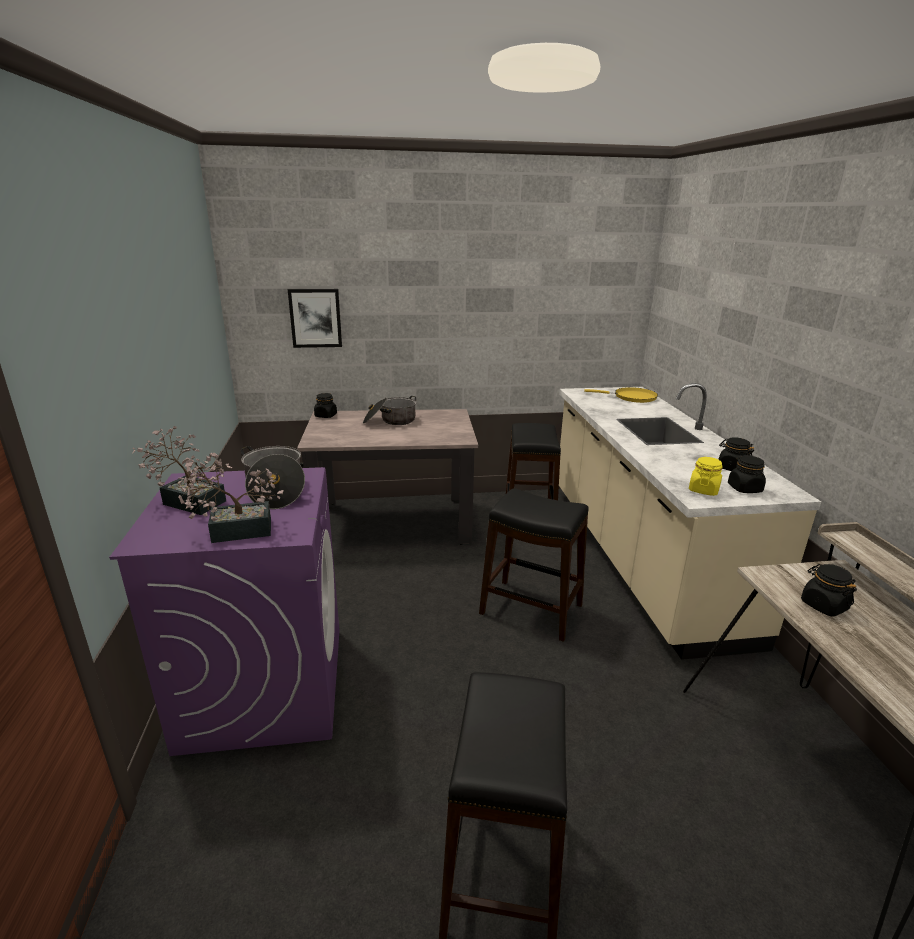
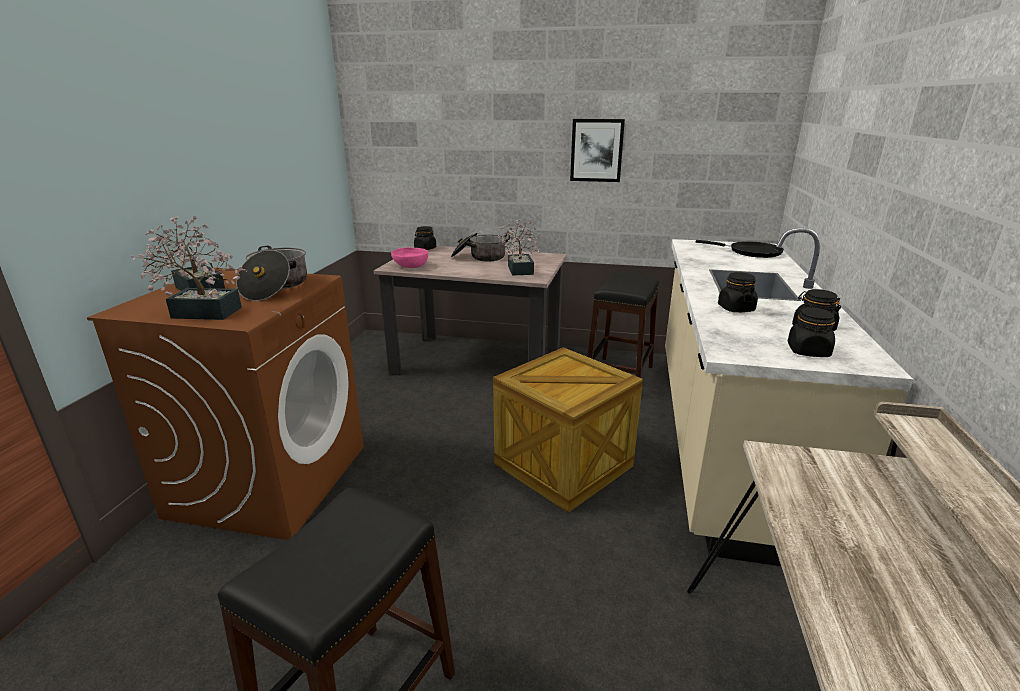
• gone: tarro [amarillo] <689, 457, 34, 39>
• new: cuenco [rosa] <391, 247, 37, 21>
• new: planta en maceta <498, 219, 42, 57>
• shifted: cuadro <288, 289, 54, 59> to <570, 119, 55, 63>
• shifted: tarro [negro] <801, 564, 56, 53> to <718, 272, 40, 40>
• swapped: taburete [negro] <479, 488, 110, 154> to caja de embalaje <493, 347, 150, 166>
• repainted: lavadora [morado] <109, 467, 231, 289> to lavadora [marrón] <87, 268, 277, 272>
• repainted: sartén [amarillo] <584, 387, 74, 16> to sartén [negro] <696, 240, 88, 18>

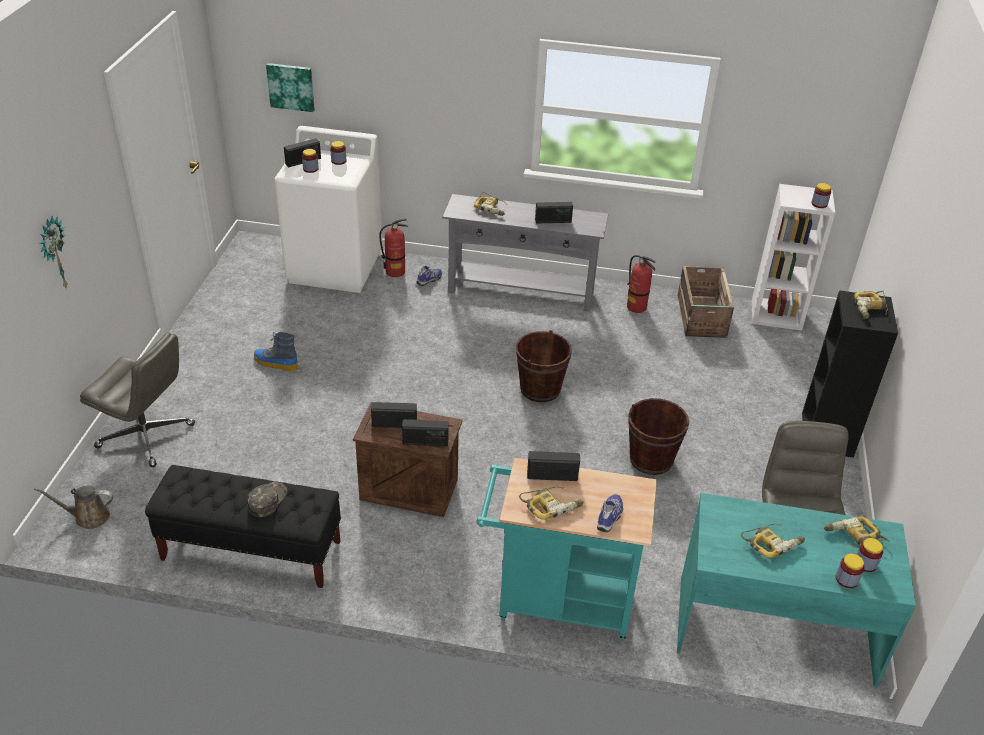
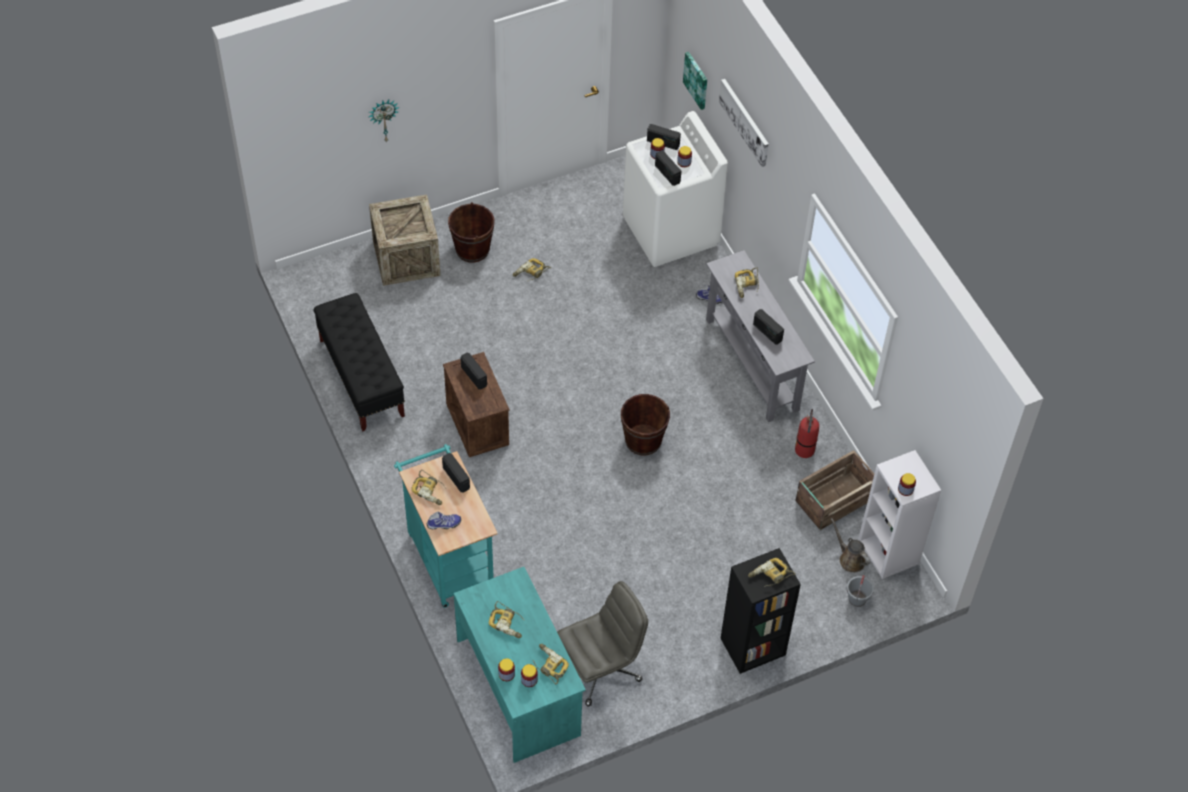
• gone: gorra [verde] <247, 482, 40, 35>
• gone: extintor <379, 218, 29, 59>
• new: cuadro <719, 79, 50, 88>
• new: cubo [gris] <847, 572, 27, 35>
• shifted: regadera [marrón] <34, 485, 79, 44> to <831, 518, 39, 55>
• shifted: radio <402, 419, 47, 27> to <655, 150, 26, 36>
• shifted: cubo [marrón] <628, 398, 61, 77> to <448, 202, 47, 61>
• swapped: silla de oficina [gris] <80, 332, 115, 135> to caja de embalaje <369, 195, 72, 91>
• swapped: bota <254, 332, 45, 40> to taladro <513, 258, 38, 23>

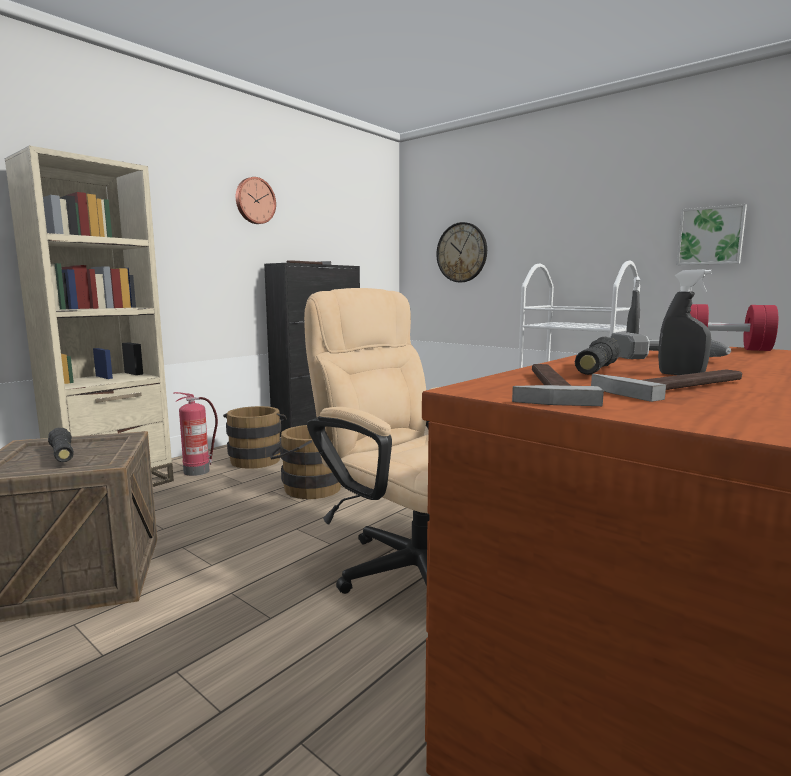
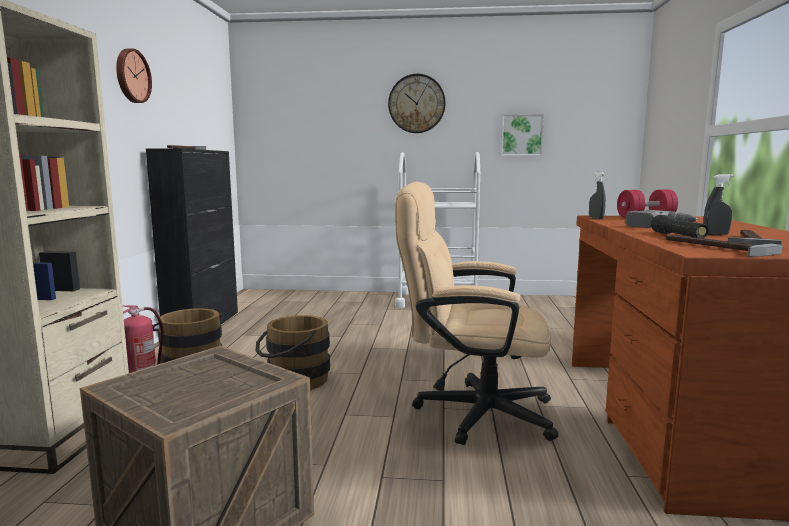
• gone: linterna [negro] <48, 428, 26, 34>
• shifted: reloj de pared <436, 222, 51, 60> to <388, 74, 58, 59>

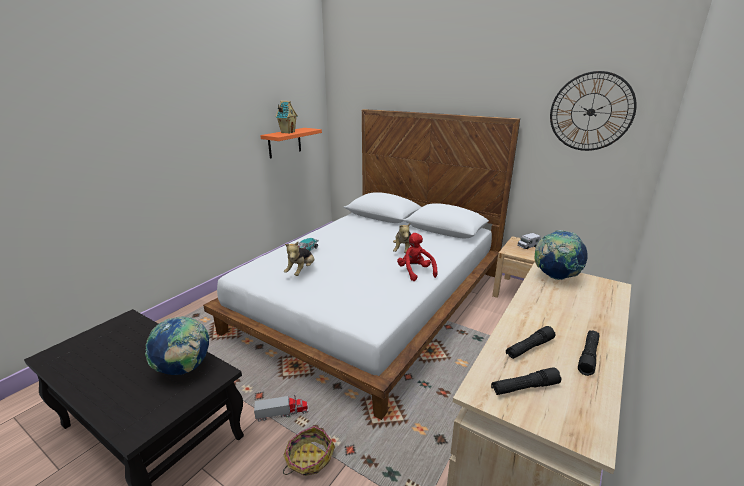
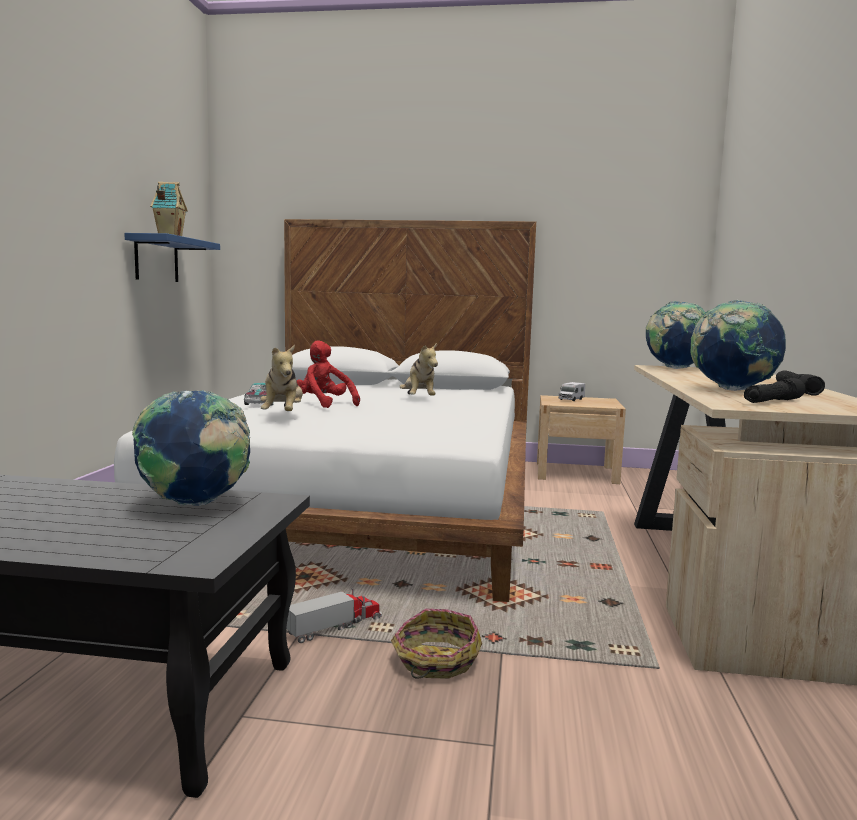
• gone: reloj de pared <550, 71, 87, 80>
• shifted: peluche [rojo] <397, 233, 41, 48> to <297, 340, 63, 68>
• swapped: linterna [negro] <506, 326, 50, 33> to globo terráqueo <690, 300, 96, 91>
• repainted: estante [naranja] <260, 128, 62, 31> to estante [azul] <124, 233, 96, 49>

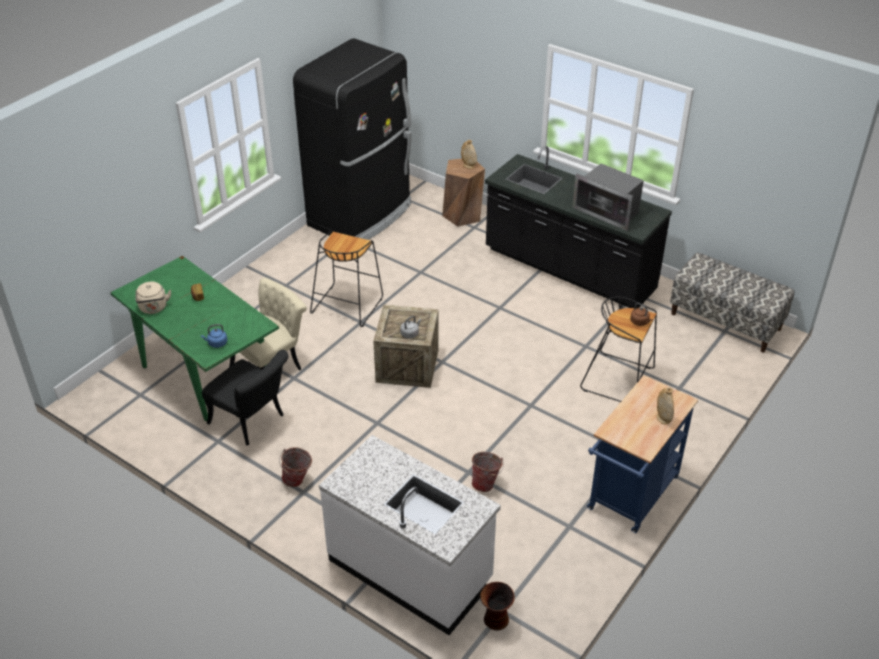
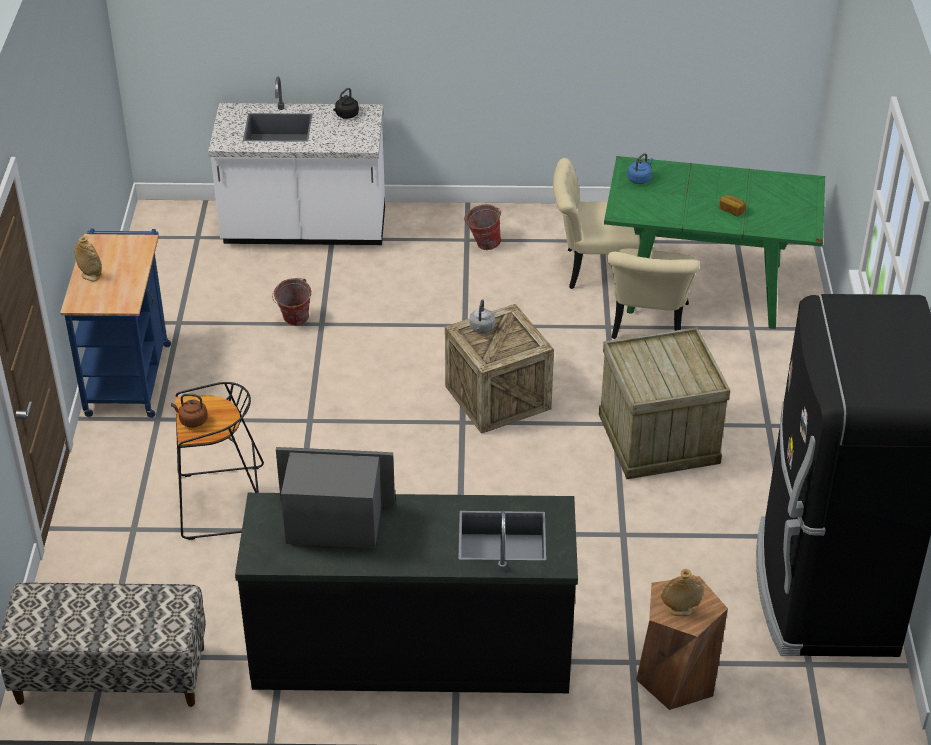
• gone: hervidor [beis] <136, 282, 35, 32>
• gone: florero <480, 582, 35, 49>
• new: hervidor [negro] <333, 88, 26, 31>
• swapped: taburete [negro] <310, 231, 73, 96> to caja de embalaje <599, 327, 131, 152>
• repainted: silla [negro] <202, 350, 86, 96> to silla [beis] <553, 158, 87, 131>

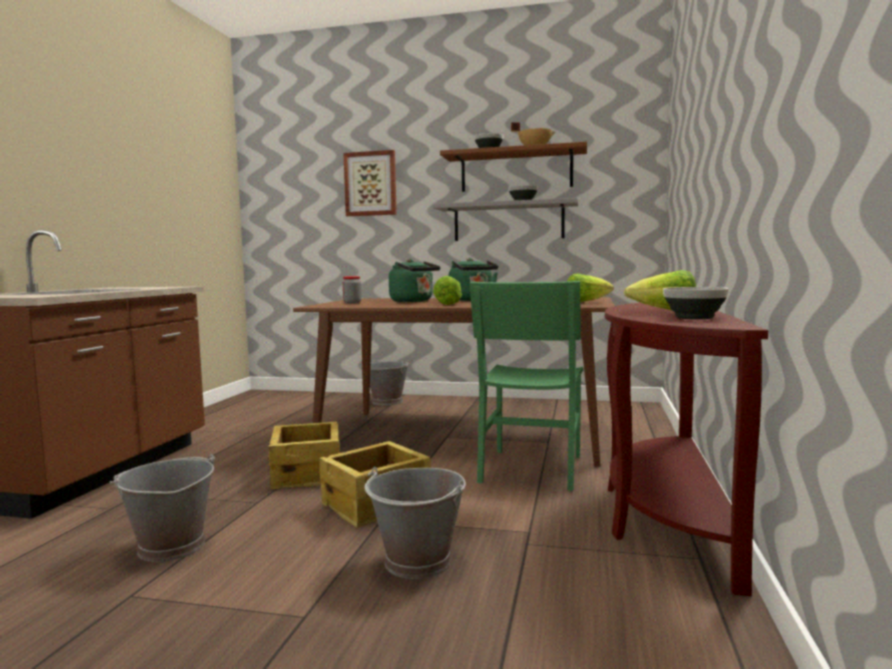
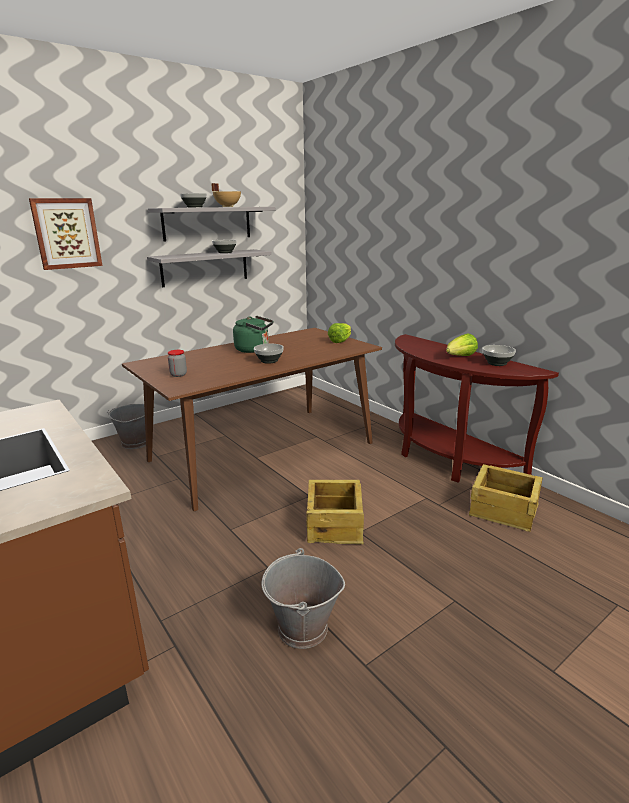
• gone: cubo [gris] <364, 467, 102, 112>
• gone: hervidor [verde] <389, 259, 51, 43>
• gone: silla [verde] <469, 281, 114, 210>
• shifted: caja de embalaje <268, 422, 72, 67> to <469, 464, 74, 68>
• swapped: lechuga <433, 276, 29, 29> to cuenco <254, 344, 30, 20>
• repainted: estante [marrón] <440, 142, 147, 50> to estante [gris] <148, 207, 127, 35>

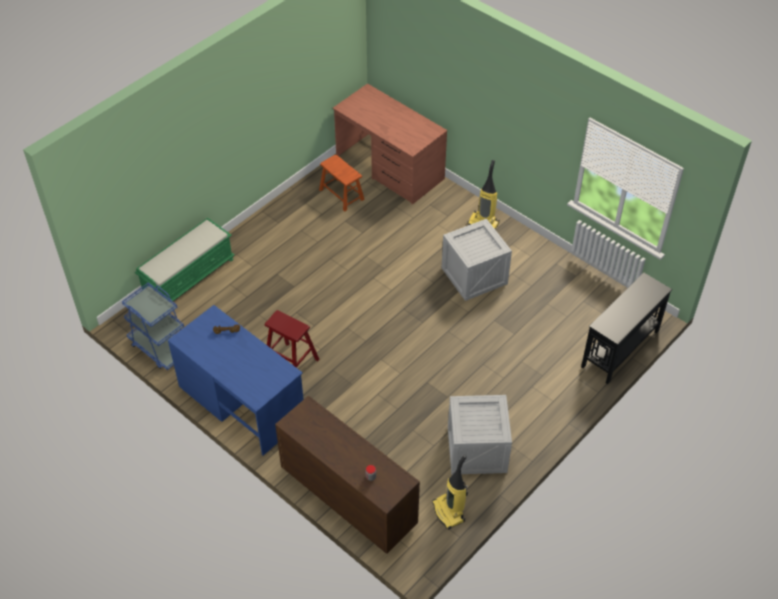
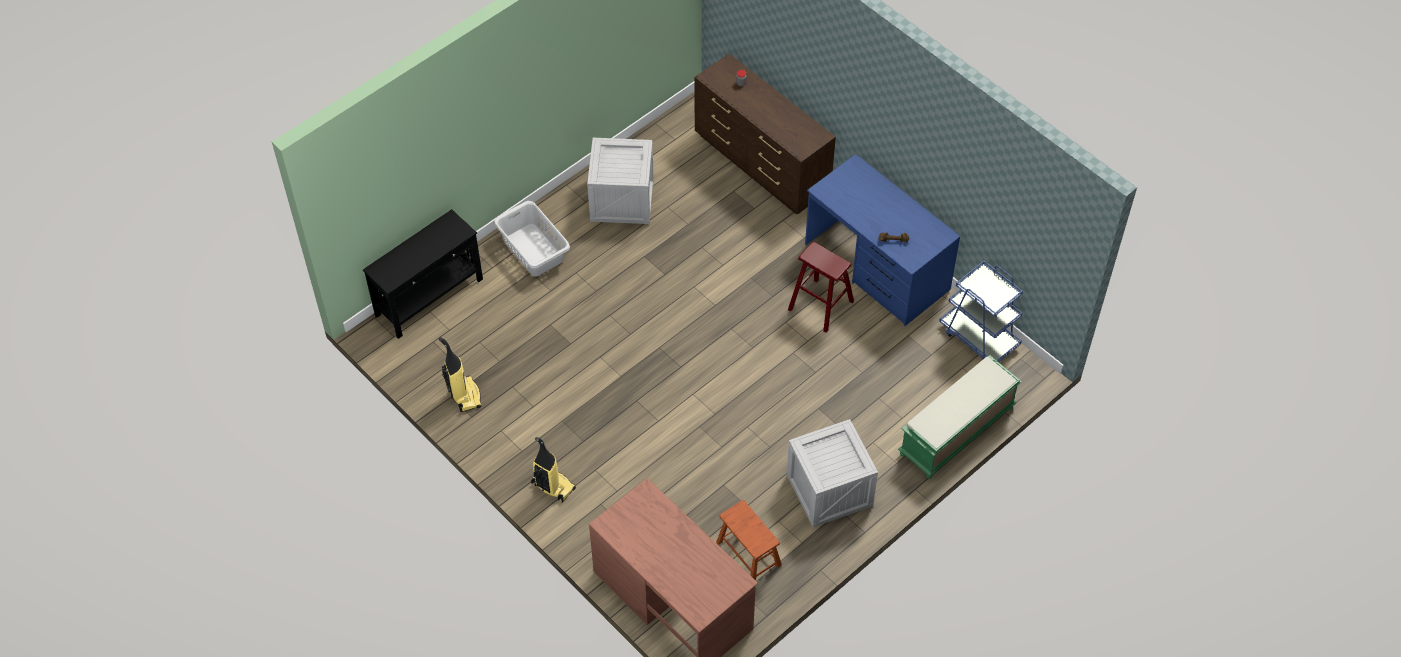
• new: cesto de la ropa [gris] <494, 201, 76, 75>
• shifted: aspiradora <432, 455, 36, 75> to <439, 337, 43, 75>
• shifted: caja de embalaje <442, 219, 70, 82> to <786, 419, 92, 108>

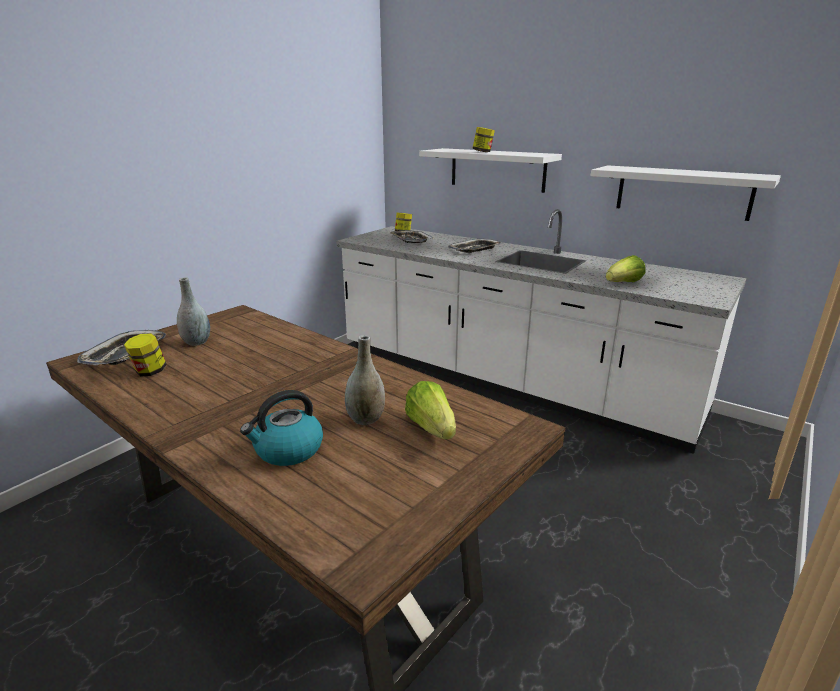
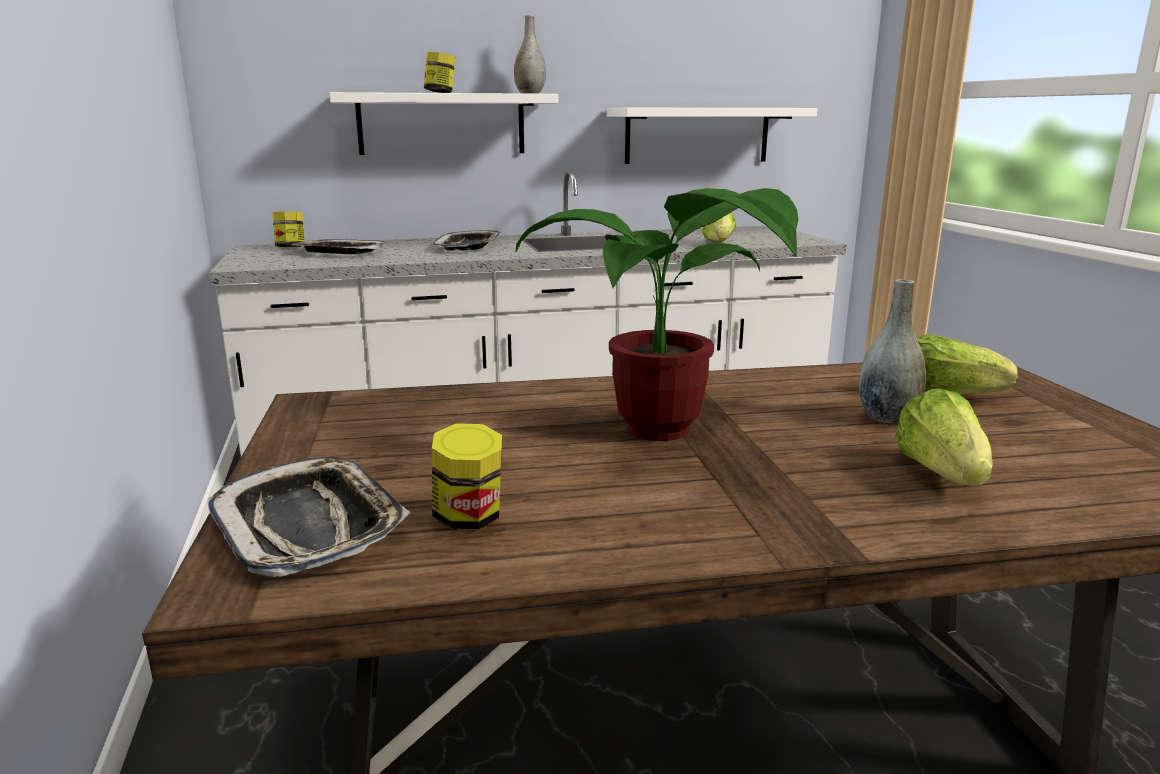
• new: planta en maceta <516, 188, 282, 253>
• shifted: florero [gris] <177, 277, 33, 69> to <514, 15, 32, 79>
• swapped: hervidor <240, 390, 83, 76> to lechuga <895, 389, 98, 97>

